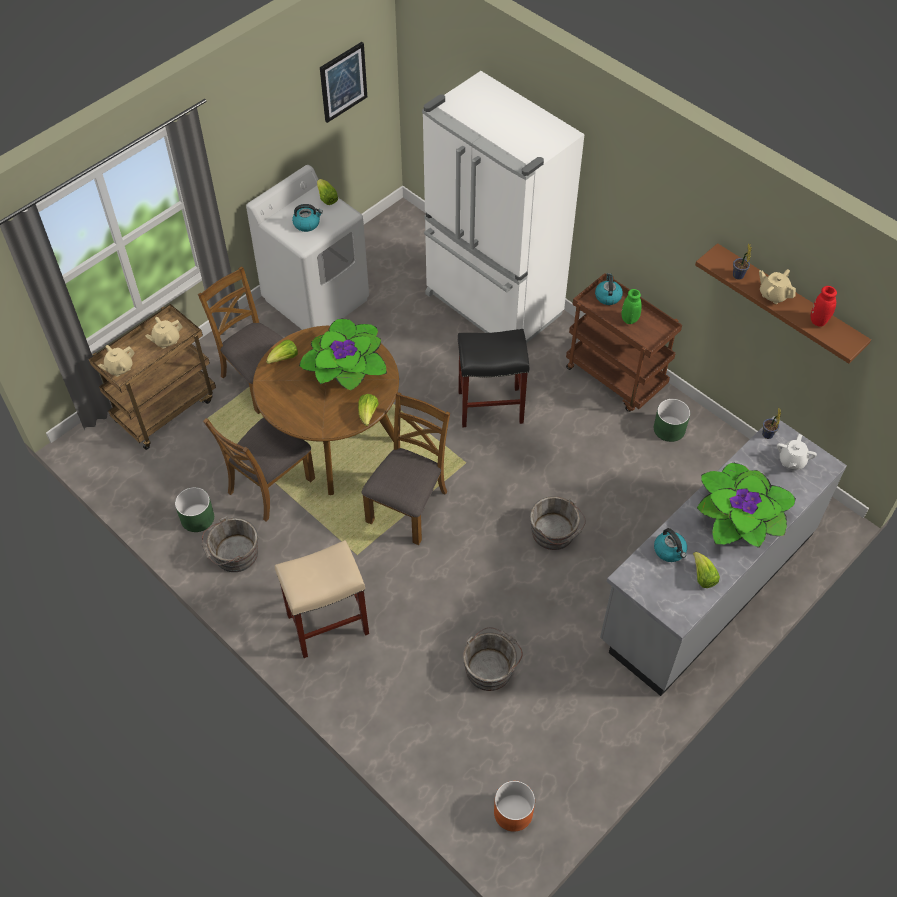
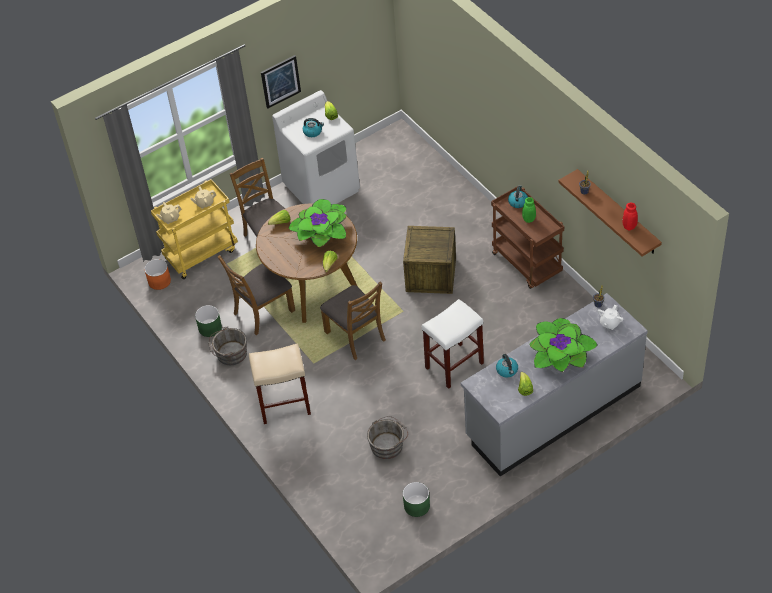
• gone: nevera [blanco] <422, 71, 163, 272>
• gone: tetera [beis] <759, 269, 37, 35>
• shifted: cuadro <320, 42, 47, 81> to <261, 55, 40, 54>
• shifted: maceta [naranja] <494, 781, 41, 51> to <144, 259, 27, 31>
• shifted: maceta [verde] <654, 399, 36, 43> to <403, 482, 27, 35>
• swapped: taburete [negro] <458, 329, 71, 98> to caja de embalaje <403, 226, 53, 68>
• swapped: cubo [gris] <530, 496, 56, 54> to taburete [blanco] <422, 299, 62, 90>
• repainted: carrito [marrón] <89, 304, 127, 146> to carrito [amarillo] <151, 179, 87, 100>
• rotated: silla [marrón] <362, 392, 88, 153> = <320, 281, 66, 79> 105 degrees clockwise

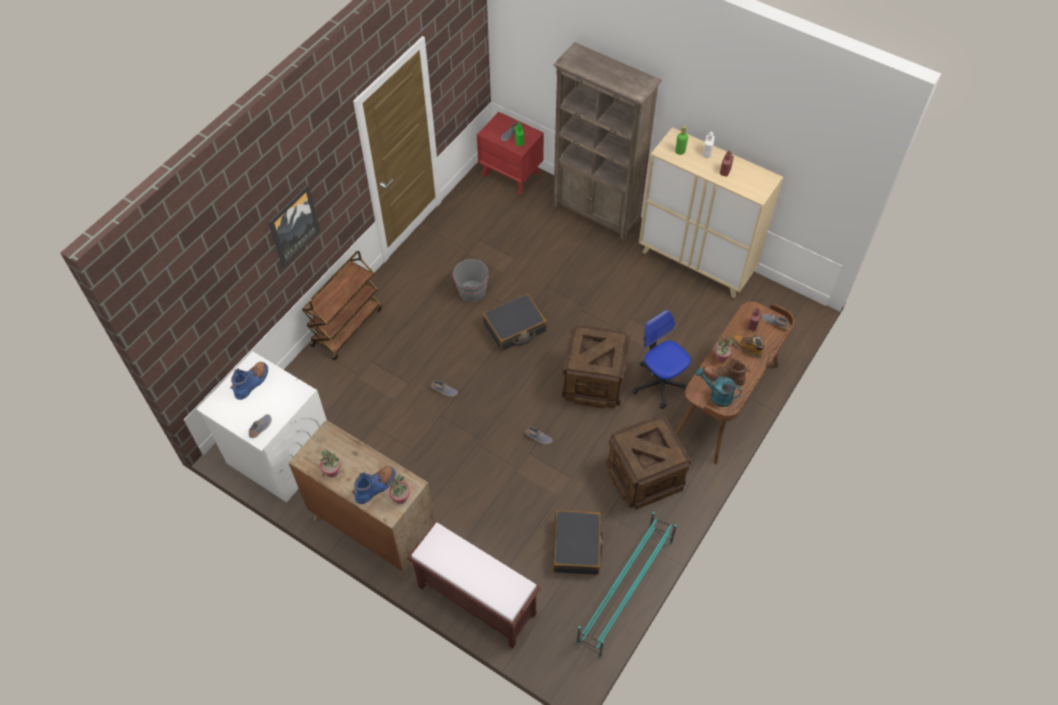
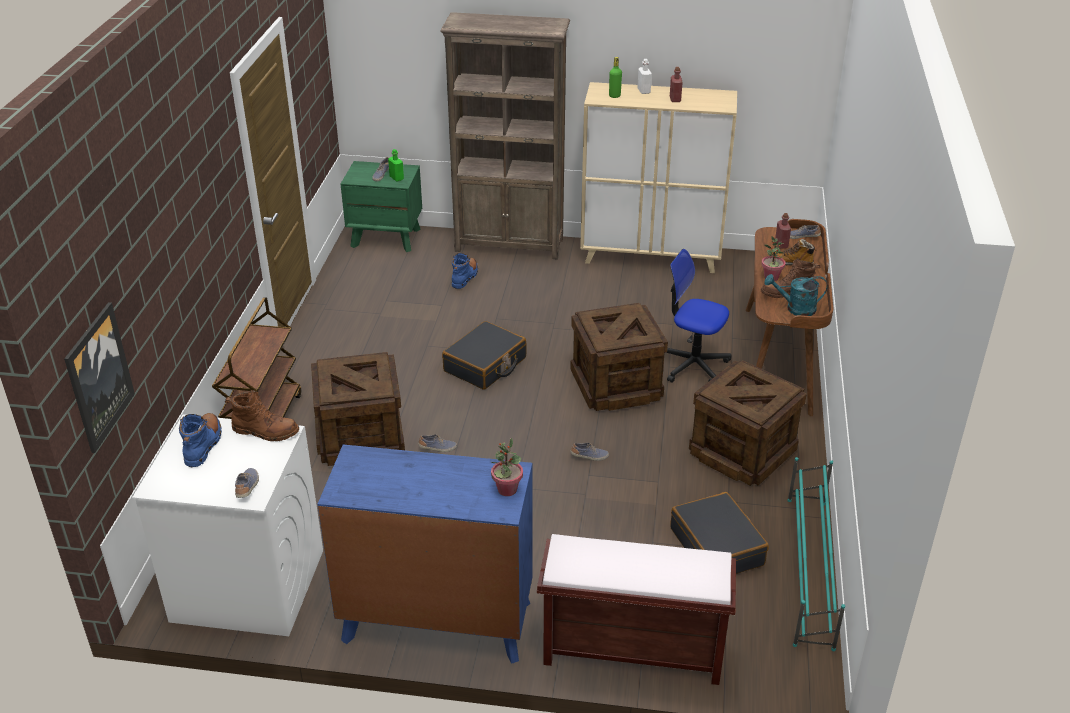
• gone: planta en maceta <320, 449, 21, 28>
• gone: cubo [gris] <453, 259, 36, 43>
• new: bota [marrón] <225, 390, 74, 51>
• new: caja de embalaje <311, 352, 94, 114>
• shifted: cuadro <268, 185, 53, 83> to <64, 302, 71, 151>
• shifted: bota [azul] <352, 466, 44, 38> to <452, 253, 26, 36>
• repainted: cómoda [marrón] <288, 420, 147, 158> to cómoda [azul] <317, 444, 216, 220>
• repainted: mesita de noche [rojo] <477, 112, 67, 83> to mesita de noche [verde] <341, 161, 81, 91>

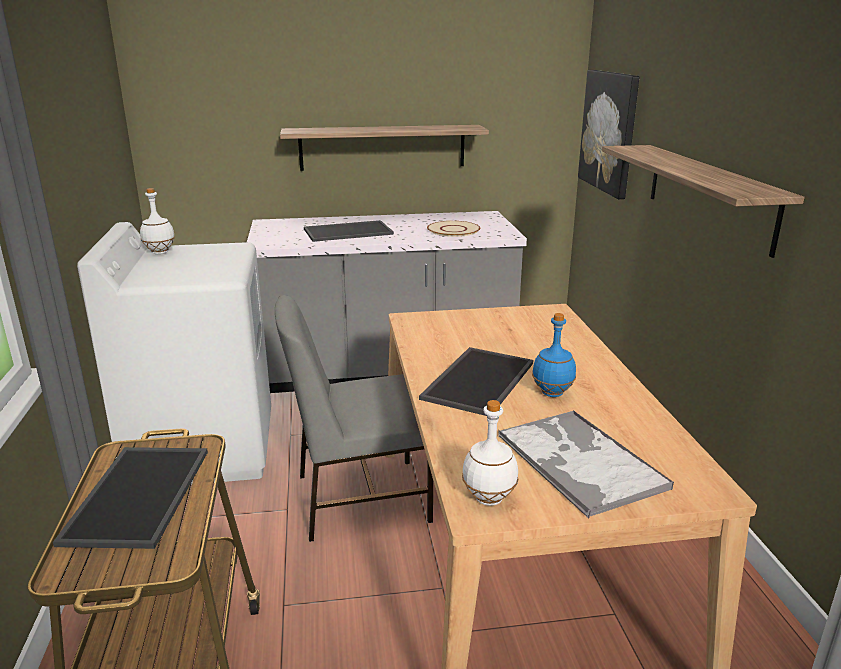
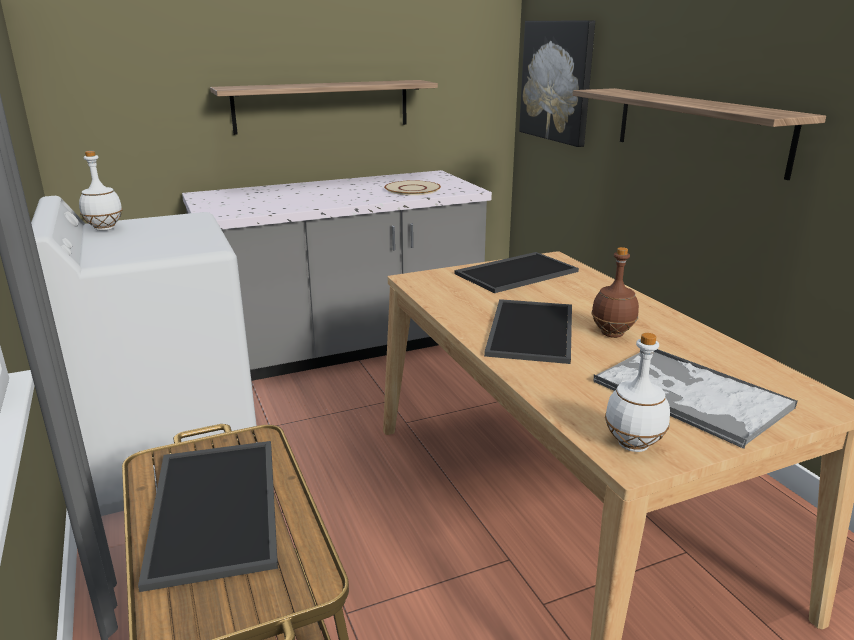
• gone: silla [gris] <275, 295, 158, 247>
• shifted: bandeja <304, 220, 90, 22> to <454, 252, 125, 41>
• repainted: botella [azul] <532, 313, 44, 84> to botella [marrón] <591, 247, 48, 91>

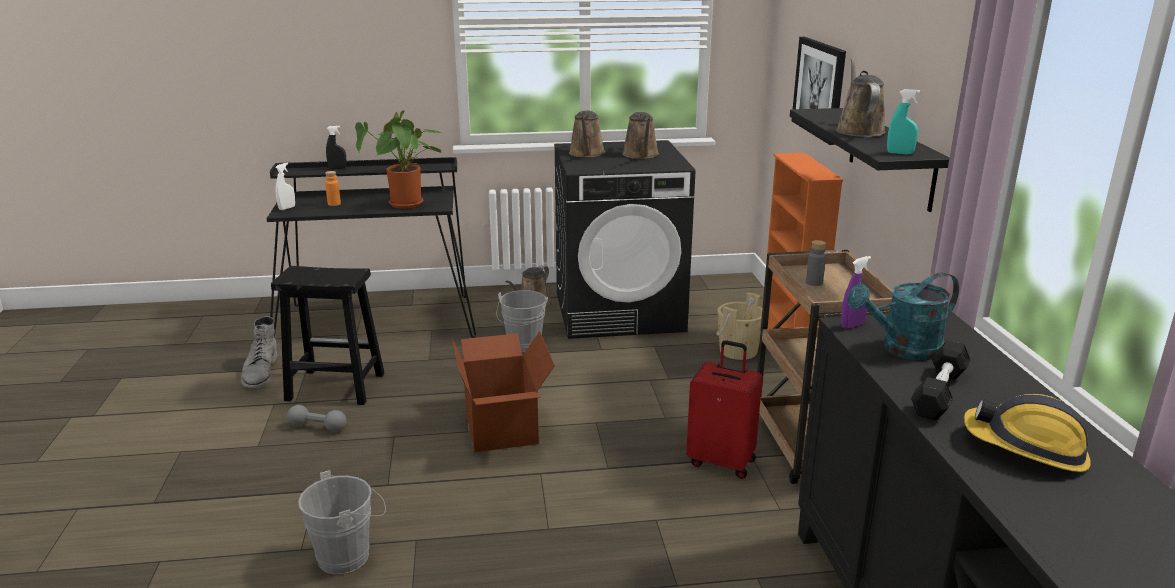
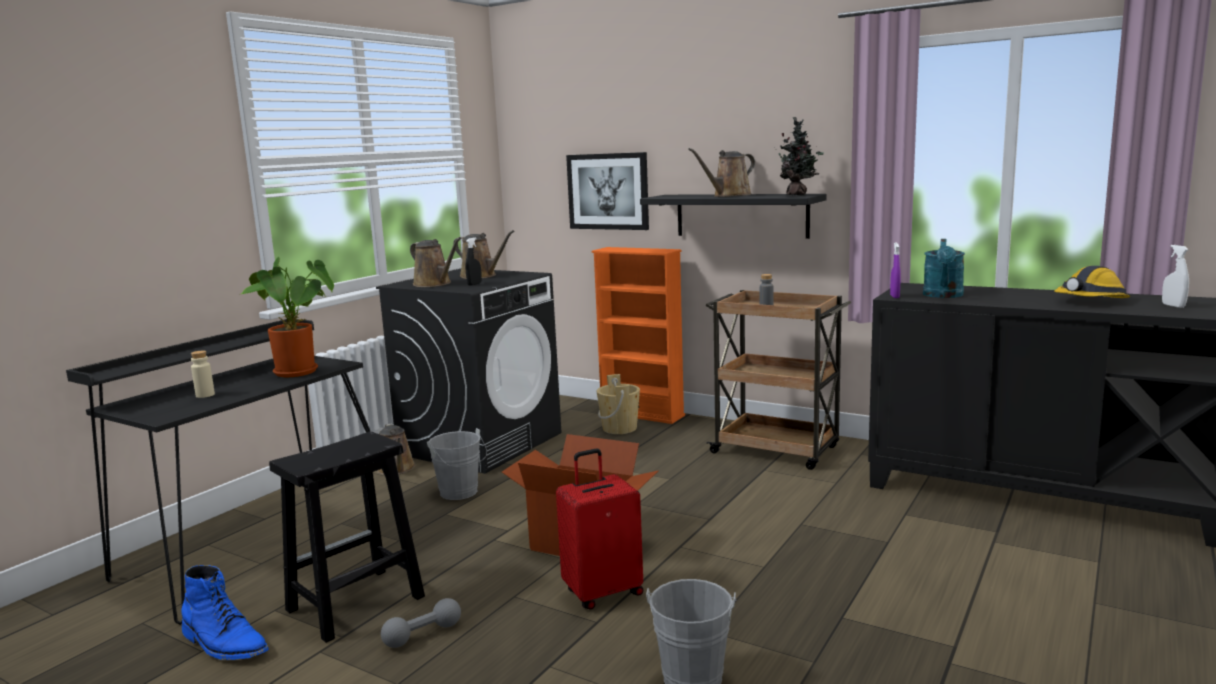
• gone: mancuerna [negro] <911, 340, 60, 81>
• shifted: pulverizador [blanco] <275, 163, 20, 47> to <1162, 245, 27, 63>
• shifted: pulverizador [negro] <326, 126, 21, 43> to <465, 237, 17, 49>
• shifted: maleta [rojo] <686, 340, 76, 139> to <556, 448, 87, 162>
• swapped: pulverizador [turquesa] <887, 89, 34, 65> to planta en maceta <774, 117, 50, 79>
• repainted: bota [gris] <241, 316, 36, 72> to bota [azul] <181, 565, 88, 95>
• repainted: botella [naranja] <325, 171, 16, 35> to botella [beis] <191, 351, 24, 47>
• rotated: regadera [marrón] <836, 58, 50, 79> = <688, 148, 67, 49> 75 degrees counterclockwise

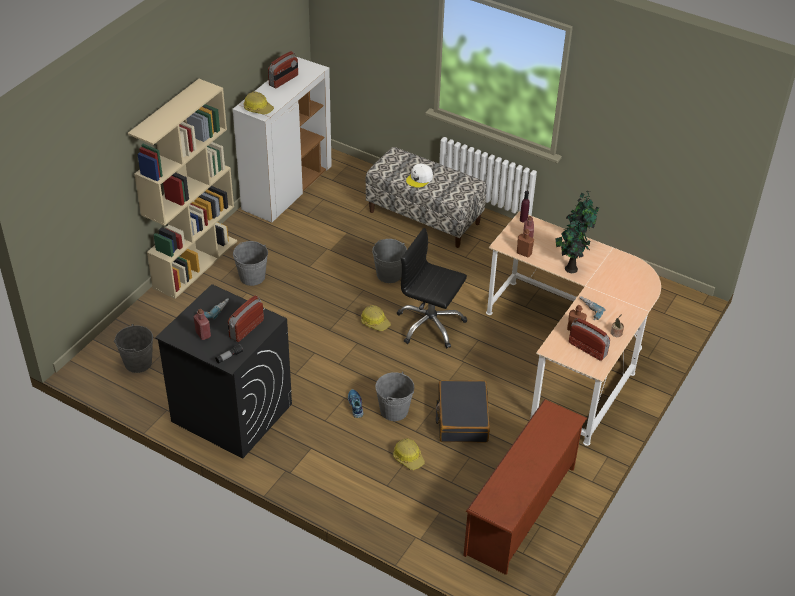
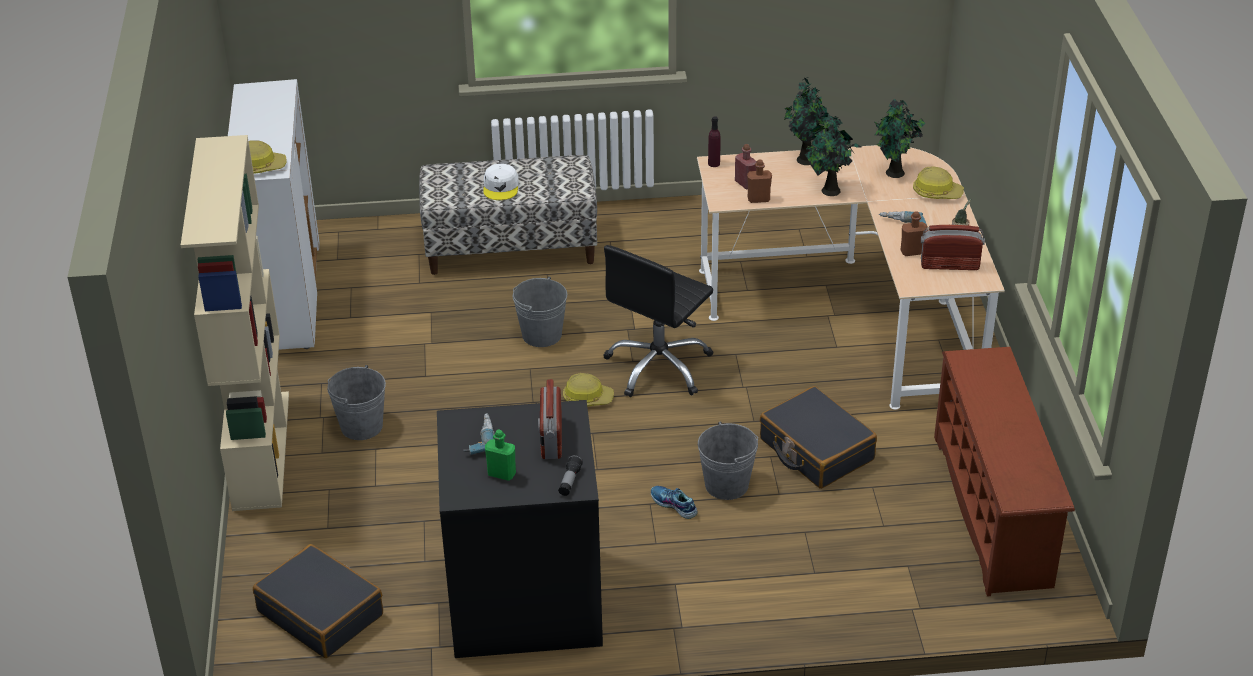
• gone: radio <268, 51, 30, 37>
• new: planta en maceta <874, 99, 52, 79>
• shifted: casco <393, 438, 32, 32> to <913, 166, 51, 33>
• swapped: cubo [gris] <114, 324, 39, 49> to maleta [negro] <253, 544, 130, 114>
• repainted: botella [rojo] <194, 309, 17, 31> to botella [verde] <485, 429, 31, 52>
• rotated: silla de oficina [negro] <397, 228, 70, 121> = <603, 245, 111, 152> 45 degrees counterclockwise

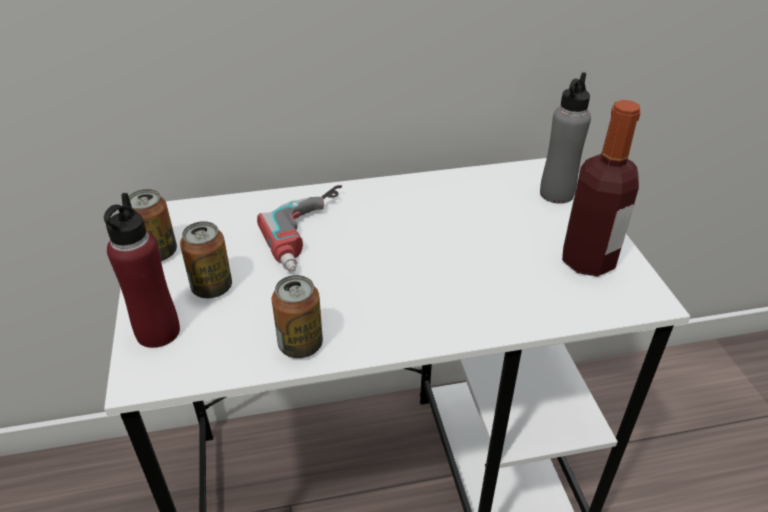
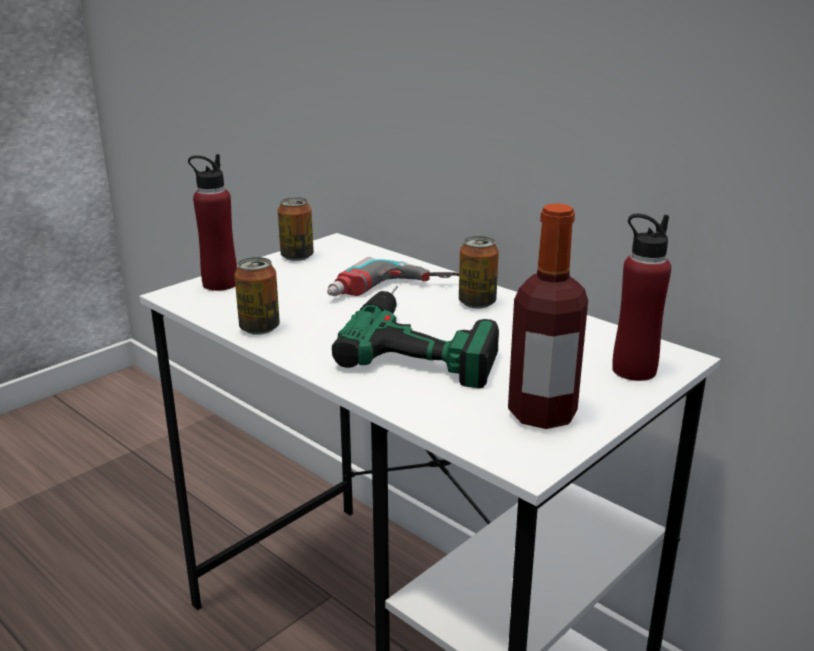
• new: taladro <332, 286, 167, 102>
• shifted: lata <180, 221, 52, 77> to <459, 236, 40, 72>
• repainted: botella [gris] <540, 72, 51, 132> to botella [rojo] <612, 214, 59, 167>

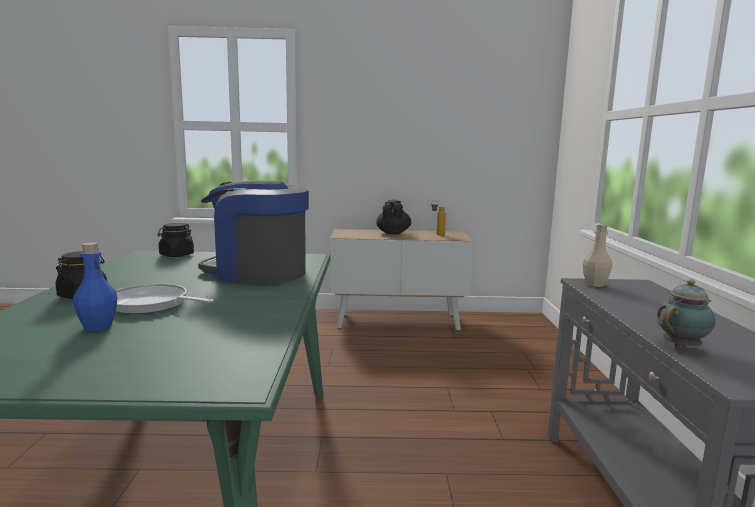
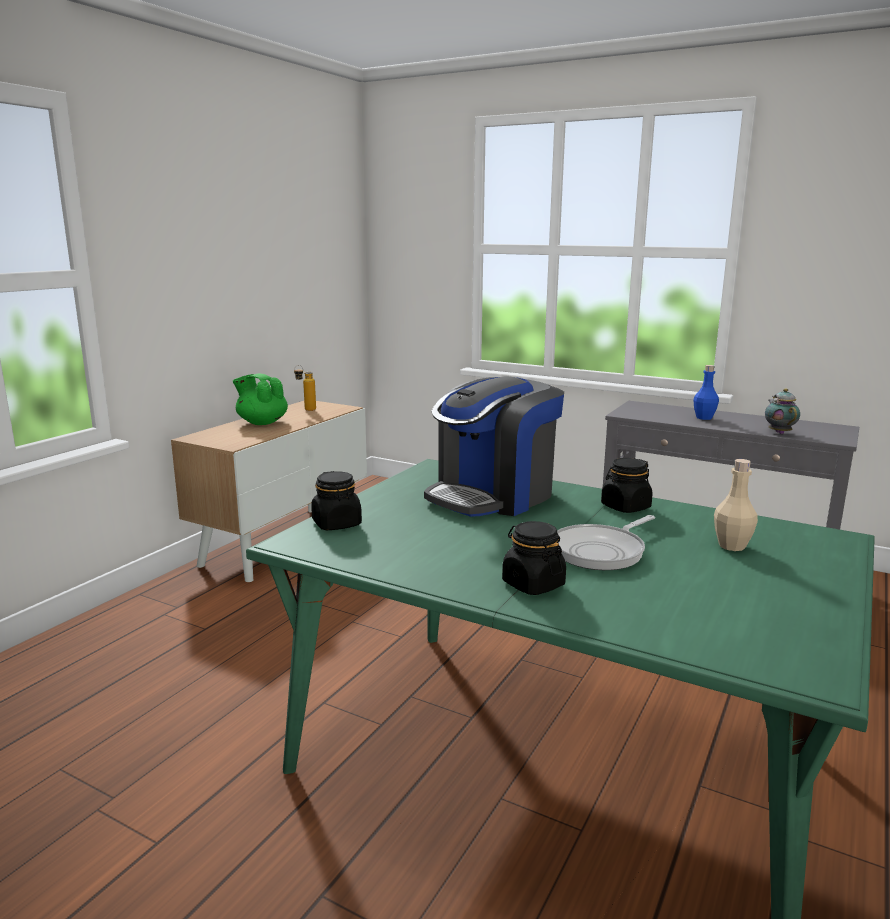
• new: tarro [negro] <601, 458, 52, 55>
• shifted: botella [azul] <73, 243, 44, 88> to <693, 365, 26, 55>
• shifted: botella [beis] <583, 224, 29, 63> to <714, 459, 44, 92>
• repainted: tetera [negro] <376, 200, 35, 34> to tetera [verde] <233, 374, 55, 51>

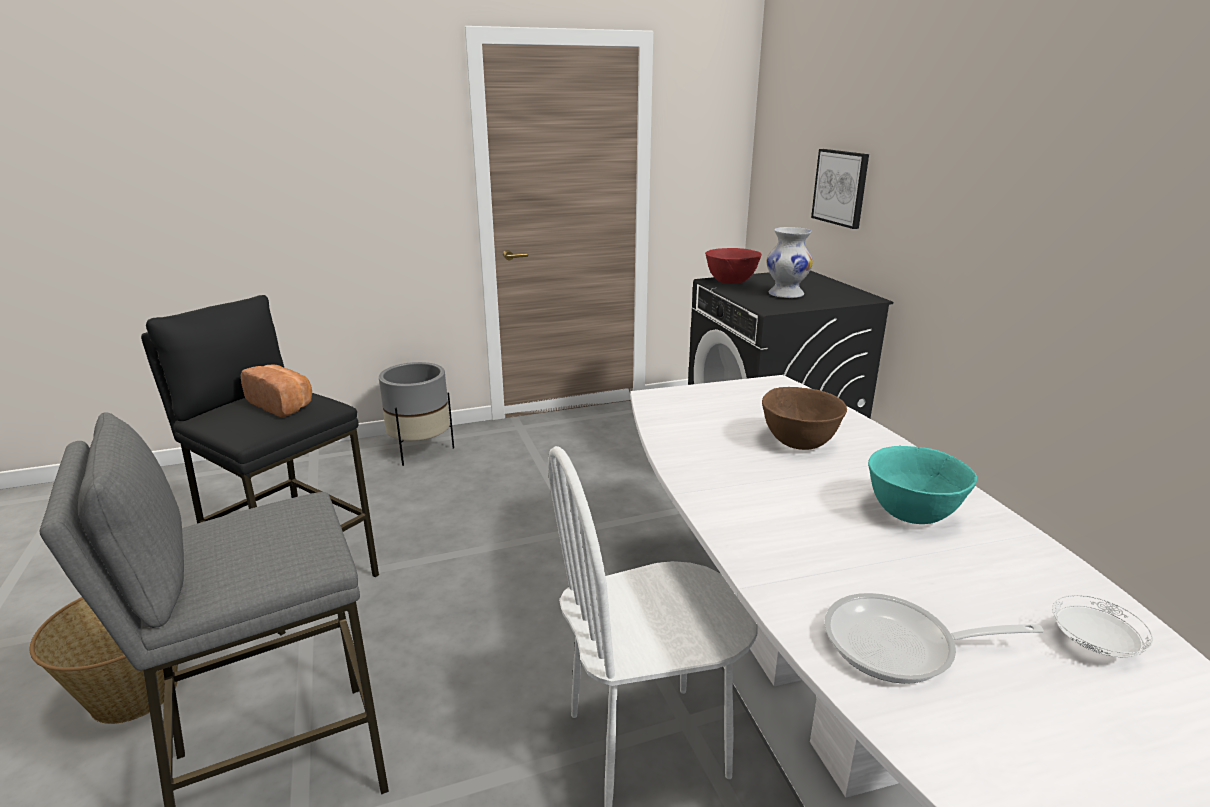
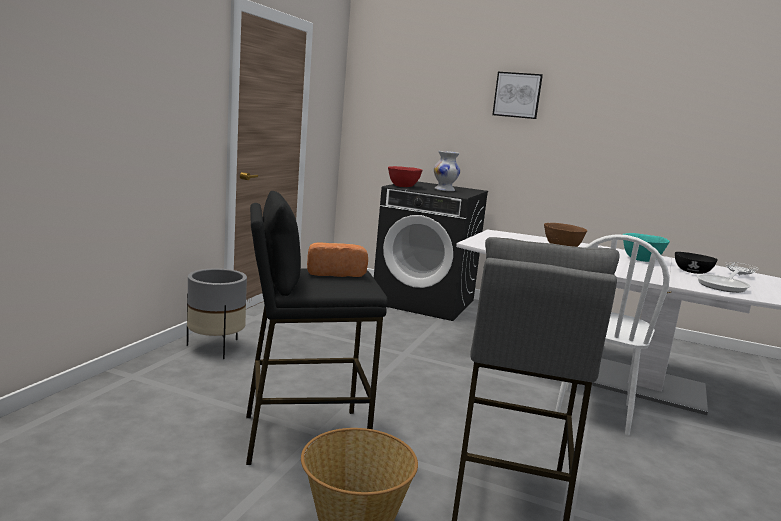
• new: cuenco [negro] <675, 252, 43, 22>
• shifted: cuadro <811, 149, 58, 80> to <492, 72, 51, 47>

